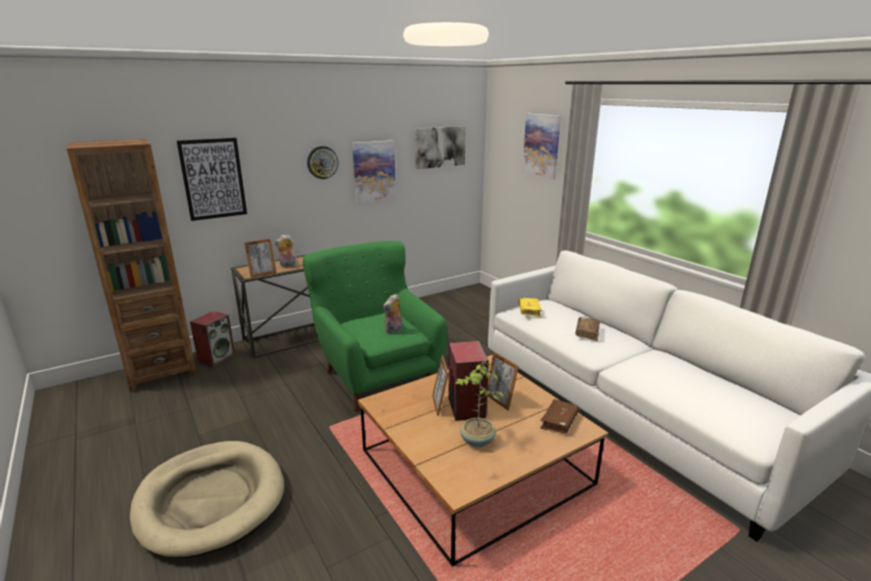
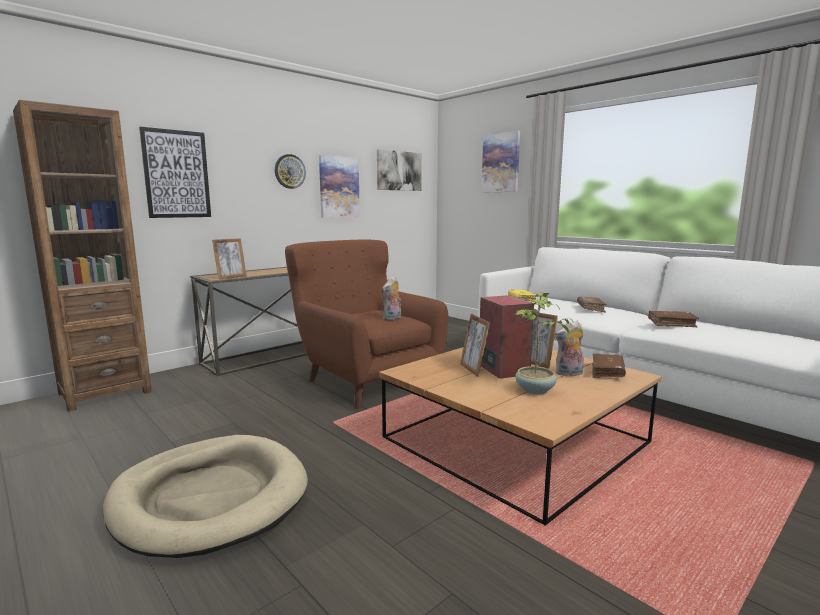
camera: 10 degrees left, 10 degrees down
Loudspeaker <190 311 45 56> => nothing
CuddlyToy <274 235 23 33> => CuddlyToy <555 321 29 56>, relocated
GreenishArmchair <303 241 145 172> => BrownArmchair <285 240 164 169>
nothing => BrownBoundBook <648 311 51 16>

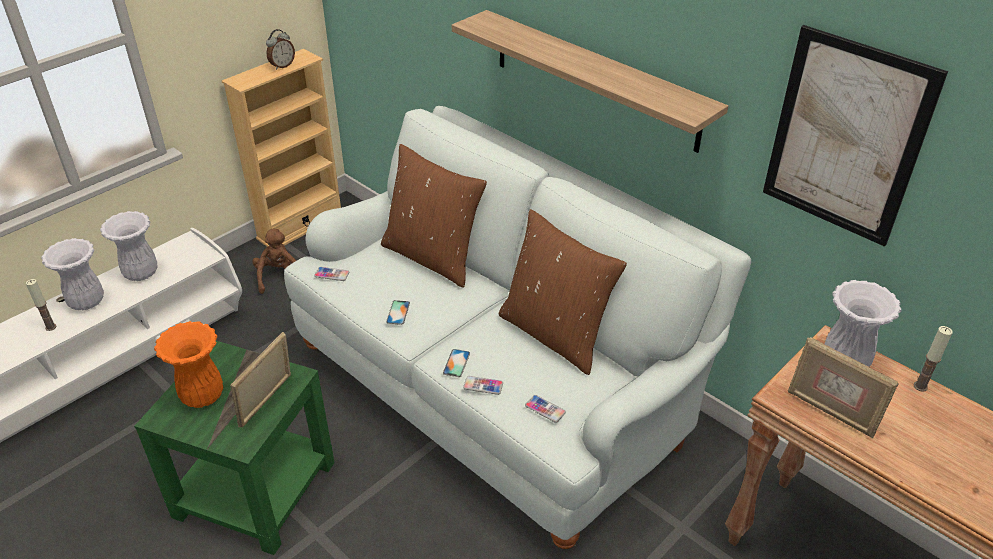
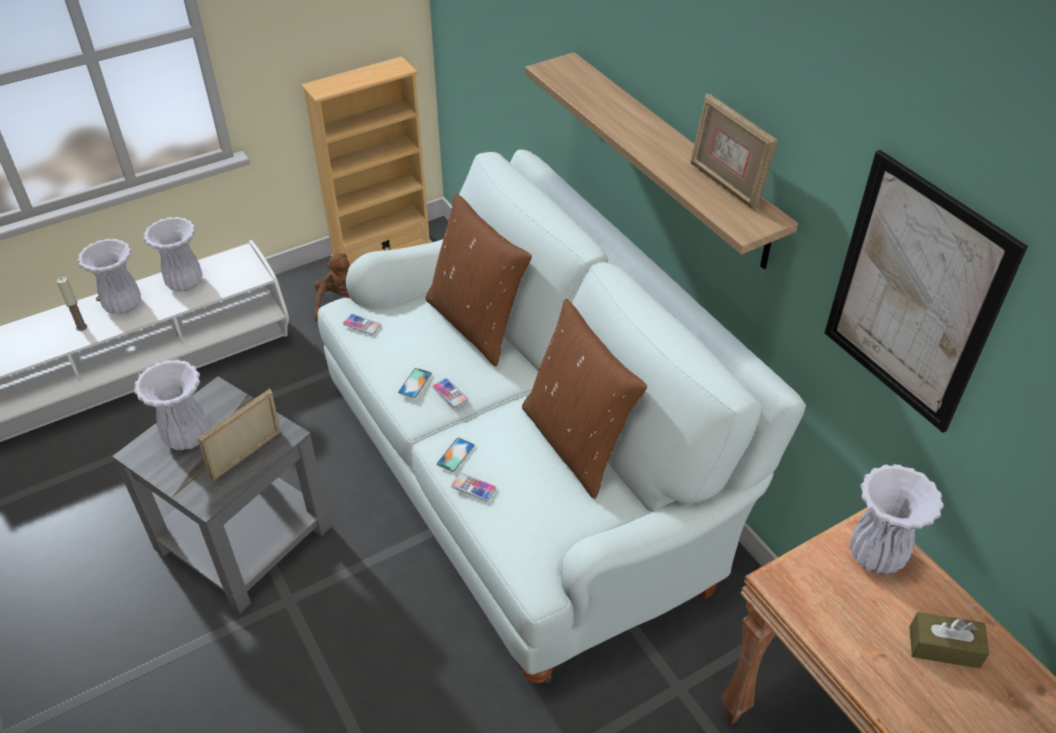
camera: 15 degrees right, 5 degrees up
GreenishEndTable <134 341 201 214> => GrayEndTable <112 377 219 236>
OrangeyDecorativeVase <154 321 69 87> => WhiteColouredDecorativeVase <134 360 75 91>
TableClock <266 29 29 41> => nothing
Handset <525 395 41 28> => Handset <432 378 36 30>, relocated
PhotoFrame <788 337 111 101> => PhotoFrame <690 93 88 118>, relocated
Candle <914 326 39 66> => nothing
nothing => BrownTissueBox <909 612 81 56>

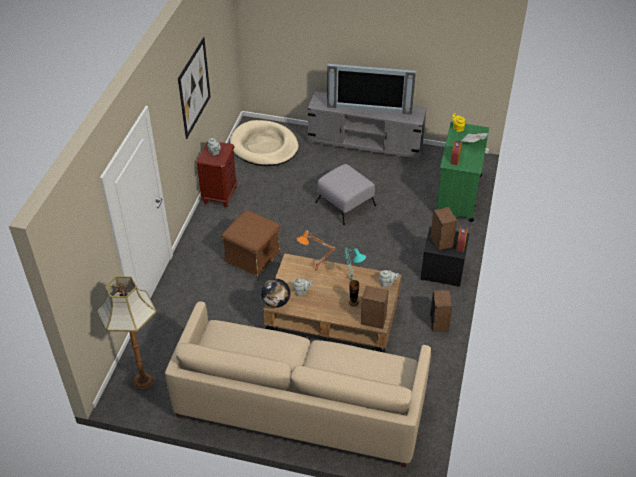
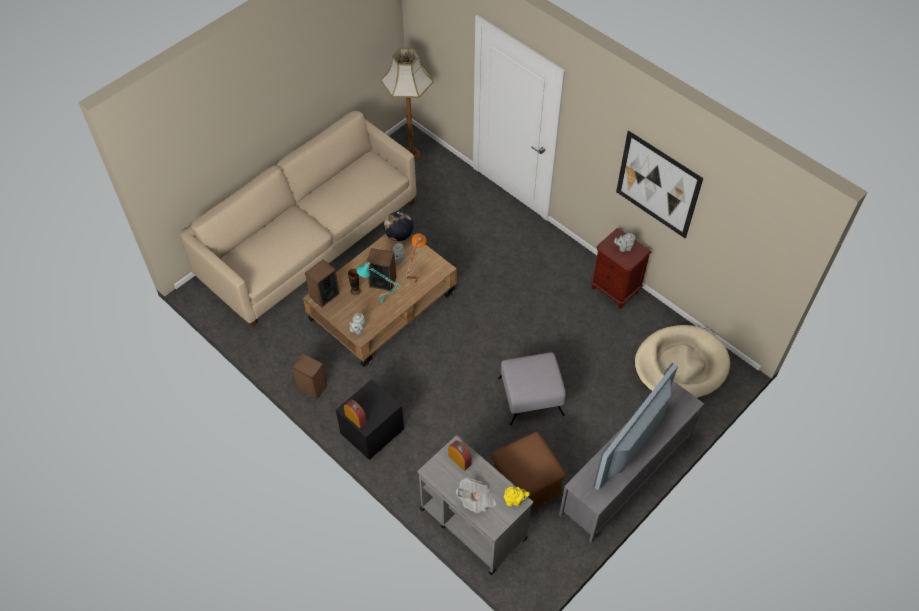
camera: 120 degrees right, 10 degrees up
BrownOttoman <221 210 59 67> => BrownOttoman <492 431 74 79>, relocated
Loudspeaker <430 207 27 43> => Loudspeaker <366 248 30 43>, relocated
GreenishWheeledCart <436 122 53 100> => GrayWheeledCart <418 435 115 140>

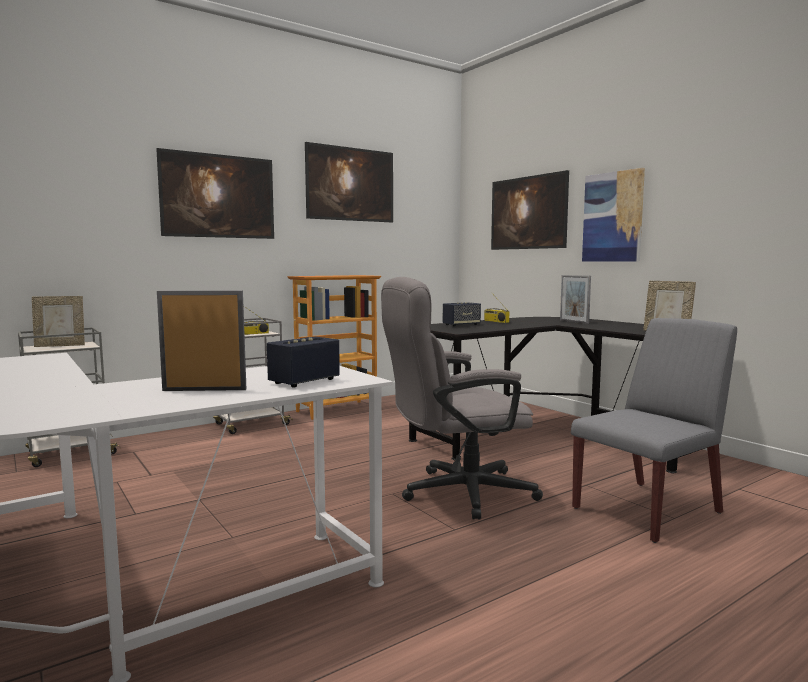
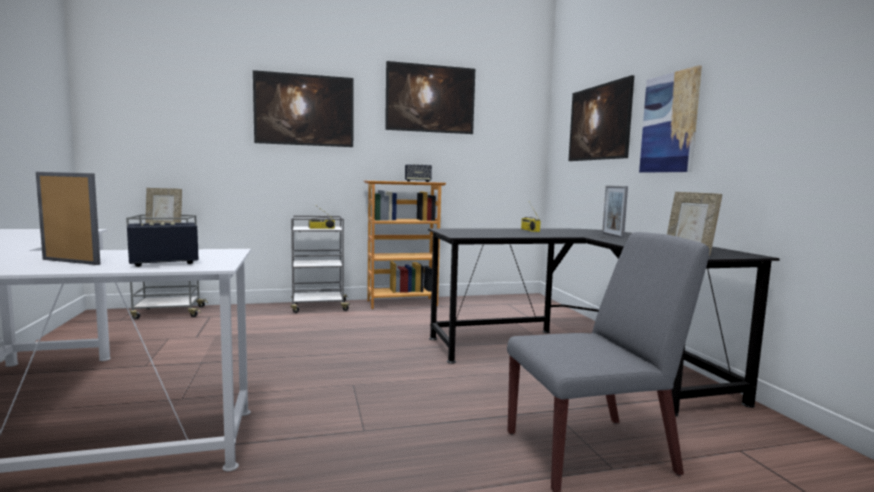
camera: 20 degrees right, 0 degrees up
GrayComputerChair <381 277 162 243> => nothing
Loudspeaker <443 302 38 24> => Loudspeaker <405 164 27 18>, relocated

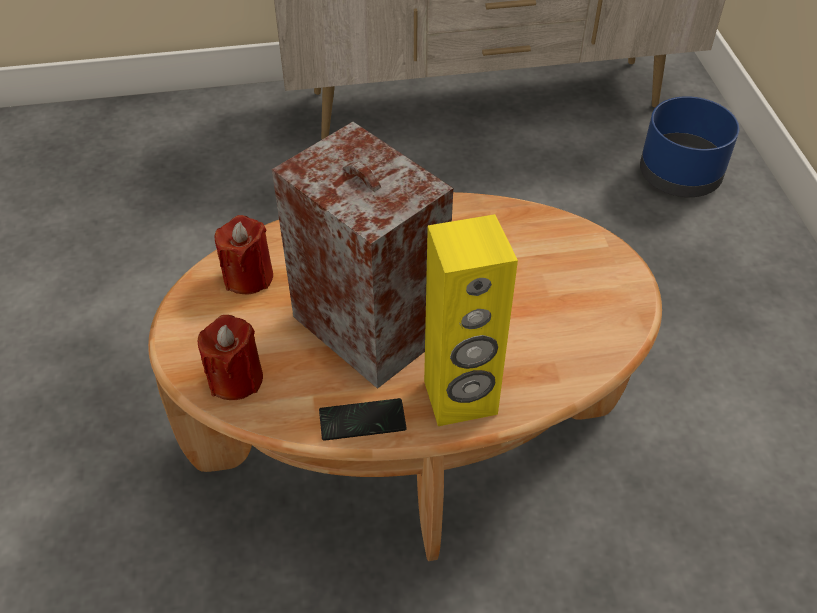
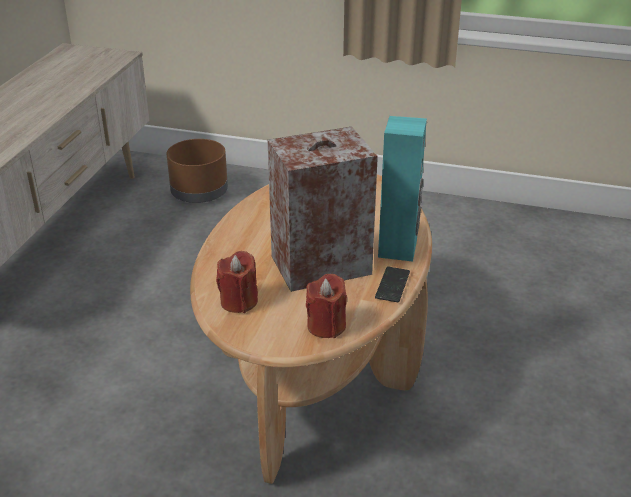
camera: 65 degrees left, 15 degrees down
YellowColouredLoudspeaker <424 214 94 212> => TurquoiseColouredLoudspeaker <378 116 49 146>
BluishFlowerPot <640 96 99 101> => BrownFlowerPot <167 139 61 64>

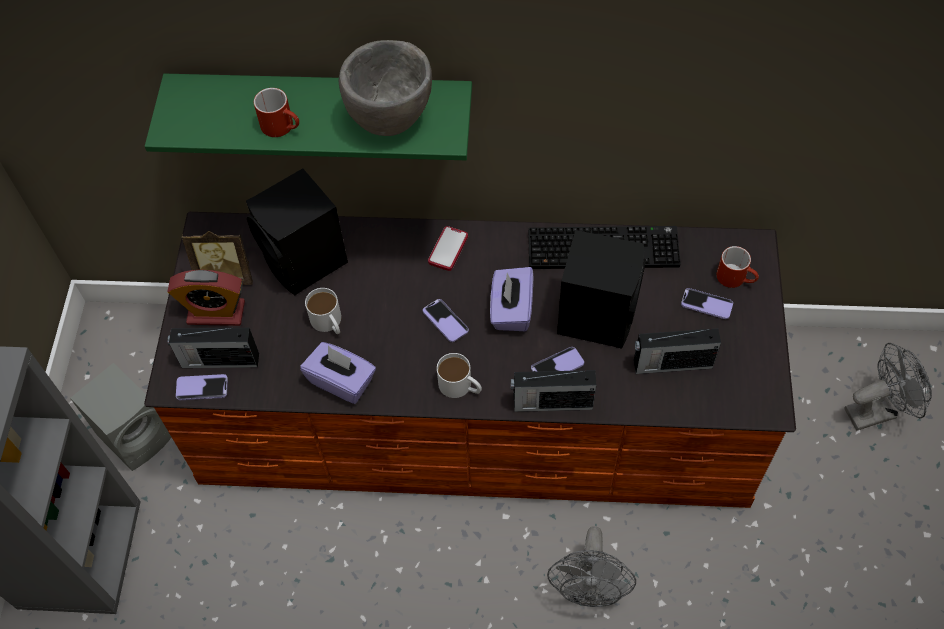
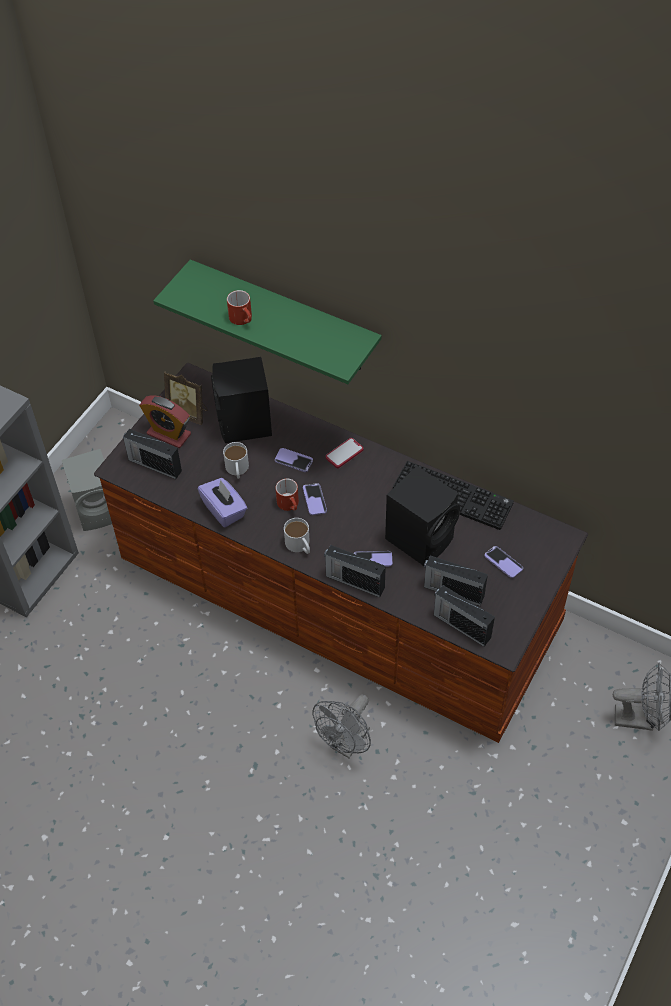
camera: 25 degrees right, 5 degrees down
Handset <176 374 52 26> => Handset <275 448 38 24>, relocated
GrayServingBowl <339 40 93 96> => nothing
PurpleColouredTissueBox <490 267 43 64> => nothing
RedMug <716 246 43 42> => RedMug <276 479 23 32>, relocated
nothing => RadioReceiver <434 585 61 62>

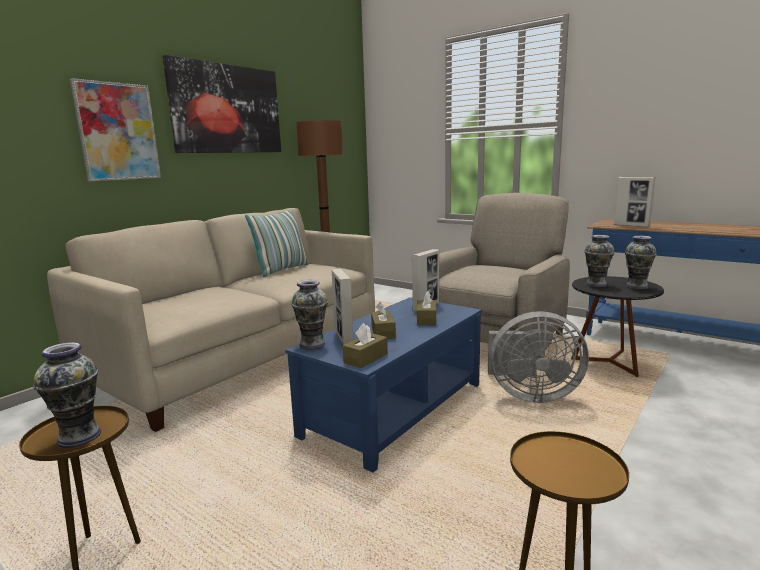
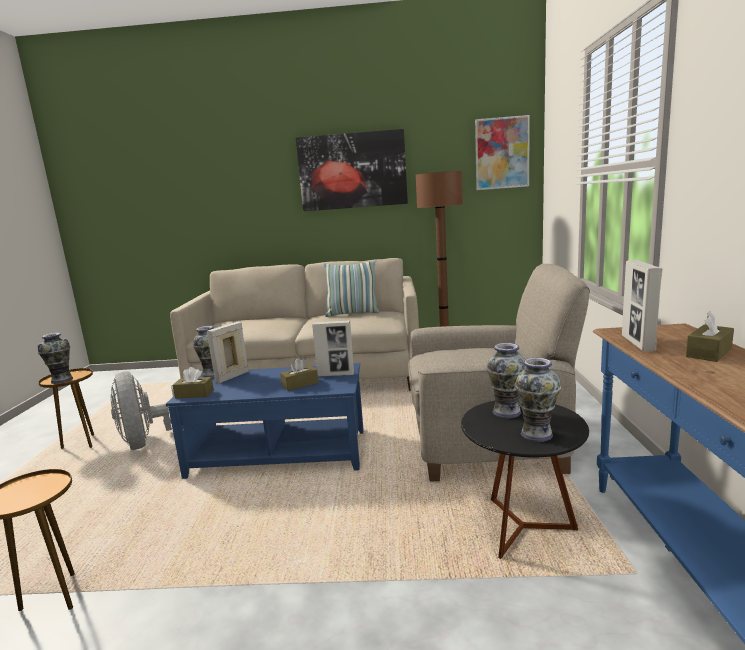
camera: 55 degrees right, 0 degrees up
Picture <70 78 91 104> => Picture <475 115 55 75>, relocated
BrownTissueBox <371 302 25 37> => BrownTissueBox <686 311 48 51>, relocated
GrayFan <488 311 101 92> => GrayFan <111 371 63 79>, relocated

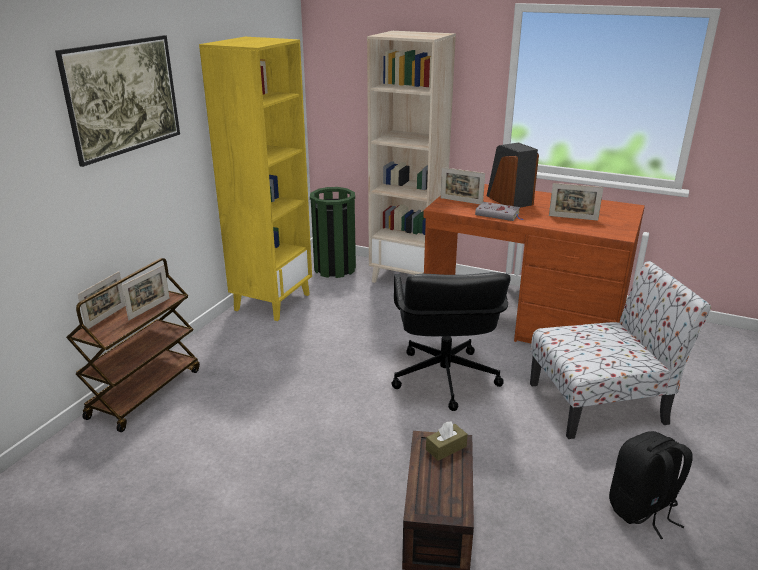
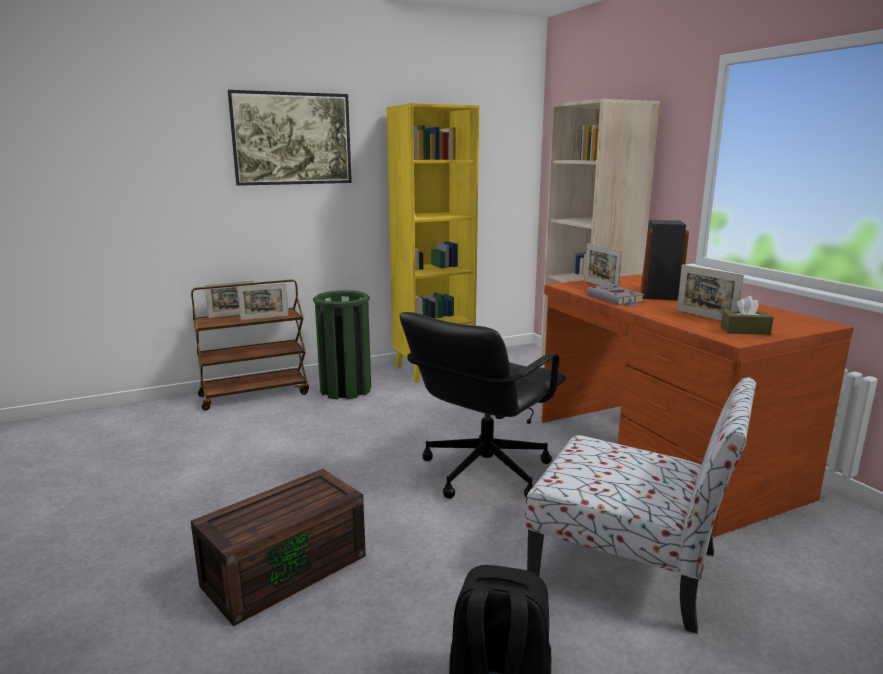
camera: 40 degrees right, 10 degrees down
GreenishRubbishBin <310 187 46 91> => GreenishRubbishBin <313 290 58 109>, relocated
BrownTissueBox <426 421 42 40> => BrownTissueBox <721 296 53 39>, relocated

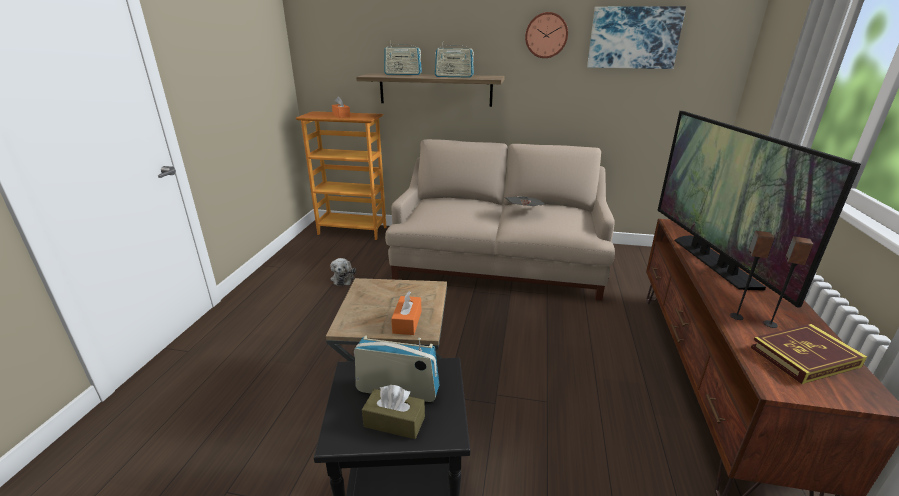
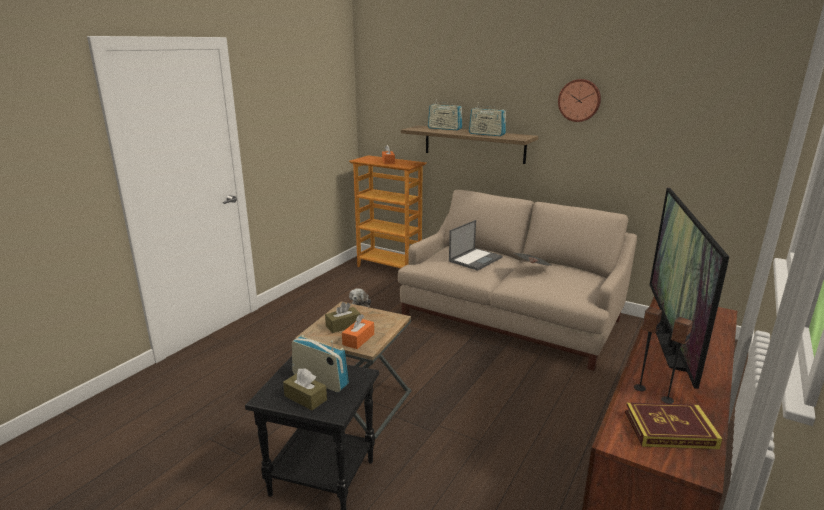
camera: 20 degrees right, 5 degrees down
Picture <587 6 99 63> => nothing
nothing => BrownTissueBox <325 302 36 31>
nothing => NotebookComputer <449 220 54 51>

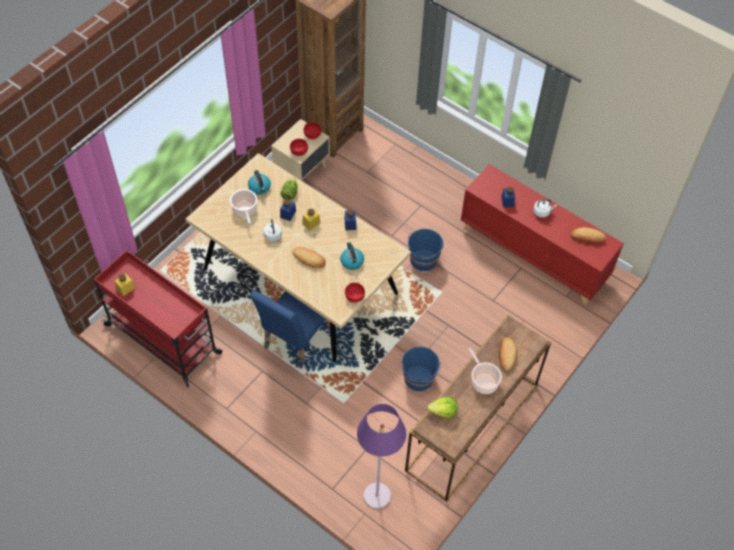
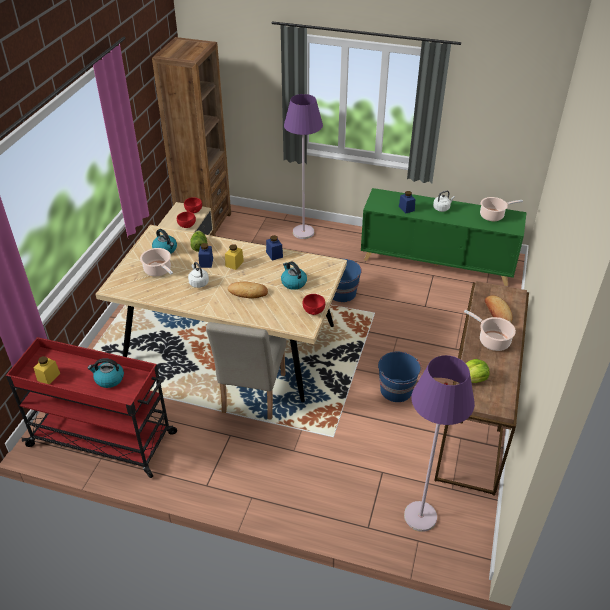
camera: 20 degrees left, 15 degrees down
BluishUprightChair <250 290 80 79> => BeigeUprightChair <206 322 80 98>
RedCupboard <461 164 163 140> => GreenishCupboard <361 188 166 98>
BakeryBread <571 227 35 17> => CookingPot <480 197 43 24>
nothing => WaterKettle <88 358 36 30>
nothing => PurpleColouredStandingLamp <284 94 39 145>

